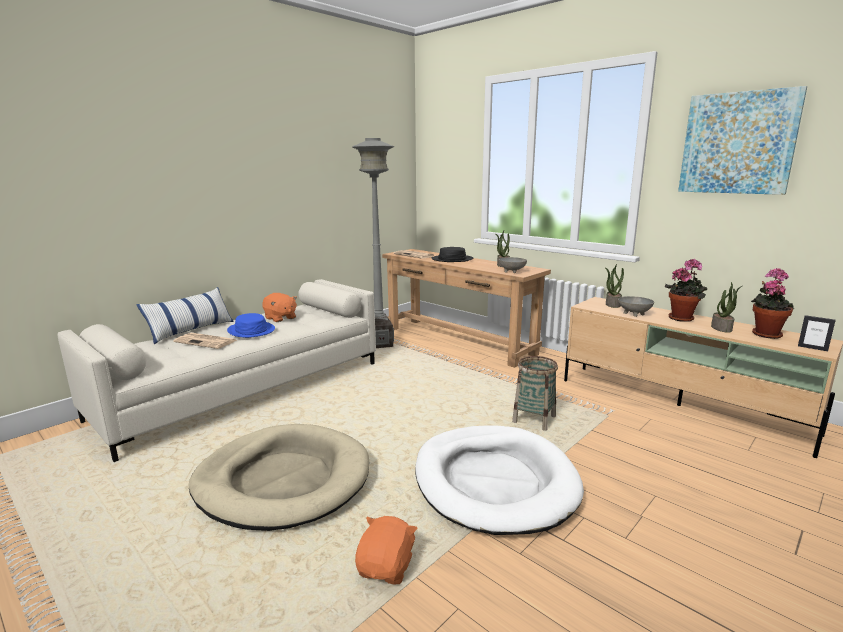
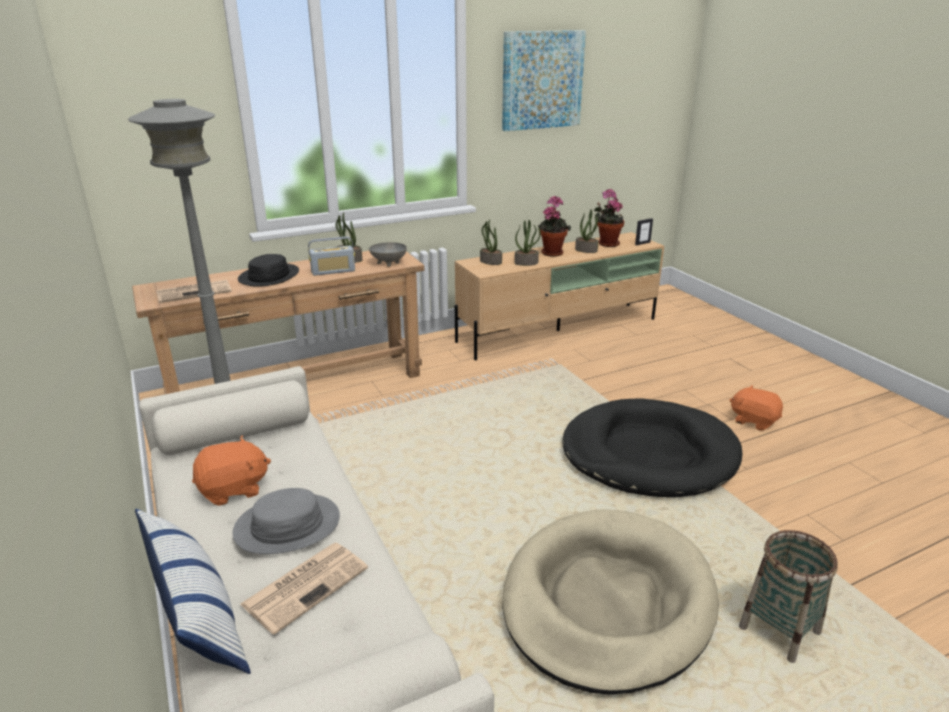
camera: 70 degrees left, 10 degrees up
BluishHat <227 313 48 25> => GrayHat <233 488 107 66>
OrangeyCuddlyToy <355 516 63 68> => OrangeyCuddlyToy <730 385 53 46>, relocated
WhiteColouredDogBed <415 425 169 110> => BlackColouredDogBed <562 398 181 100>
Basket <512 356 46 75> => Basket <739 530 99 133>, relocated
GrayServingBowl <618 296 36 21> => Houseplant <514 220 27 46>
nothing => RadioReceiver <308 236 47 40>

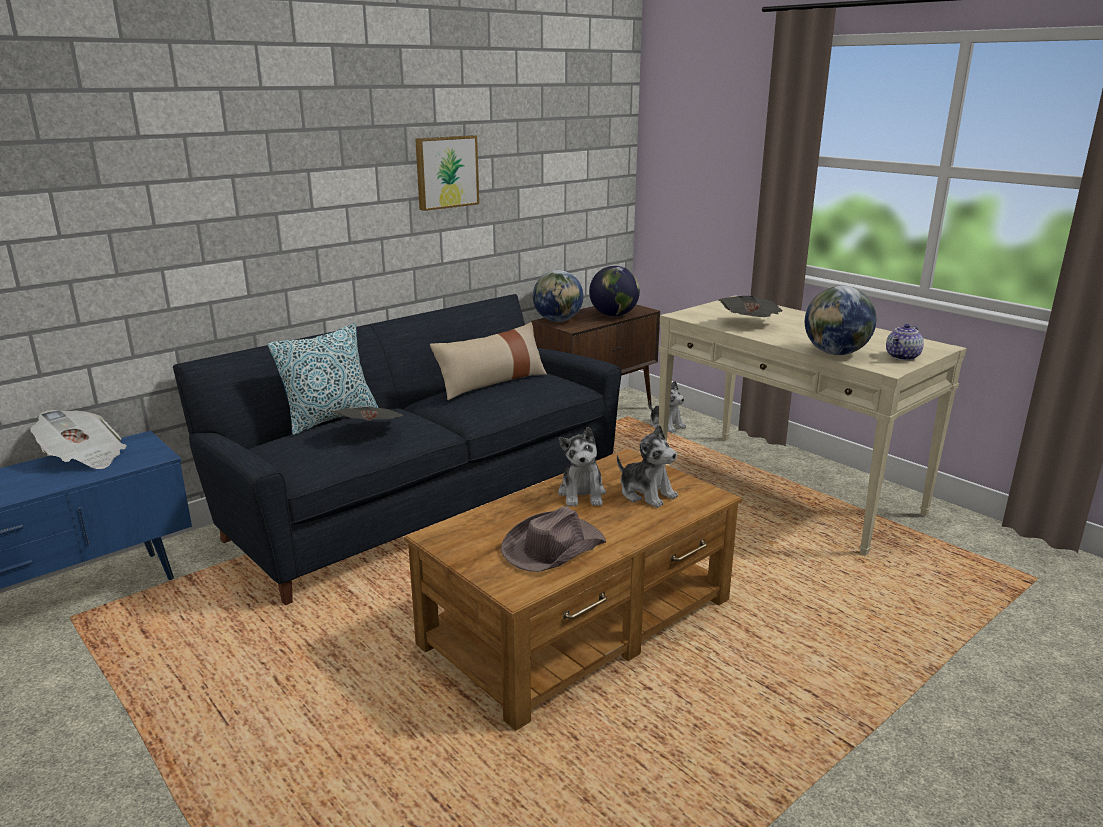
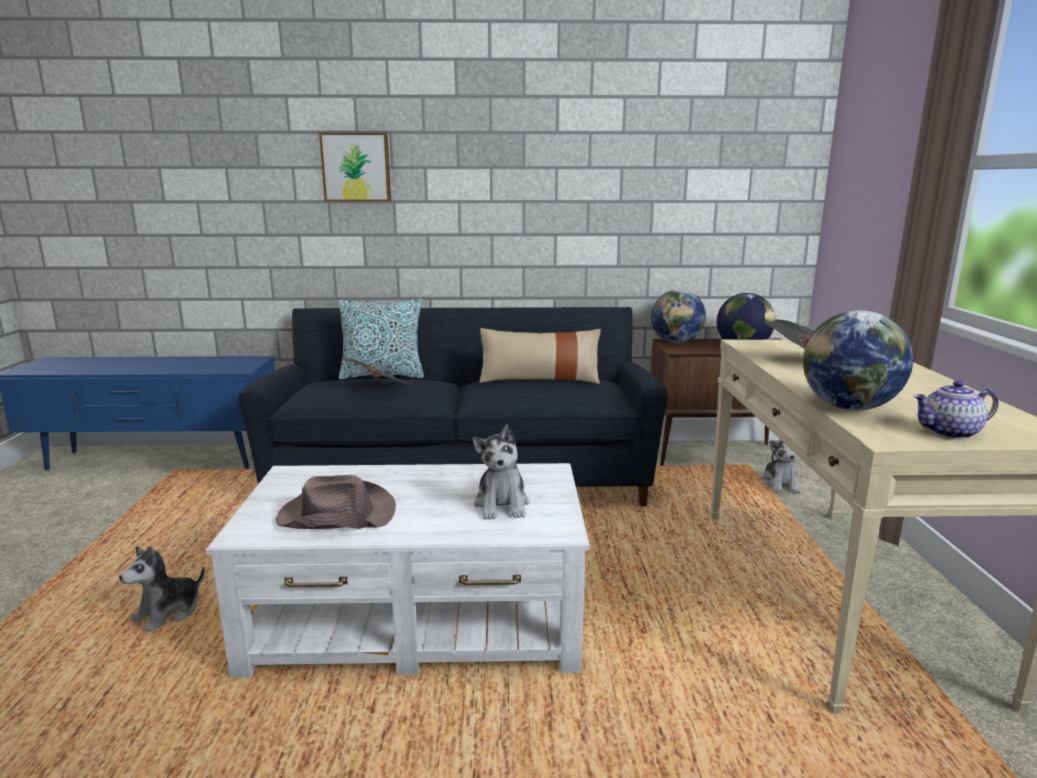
camera: 40 degrees right, 5 degrees down
PrintedPaper <31 410 95 59> => nothing
BrownCoffeeTable <404 449 338 282> => WhiteColouredCoffeeTable <206 463 384 215>
Picture <415 135 64 76> => Picture <319 132 72 70>, relocated
CuddlyToy <558 427 48 80> => CuddlyToy <119 546 86 86>, relocated

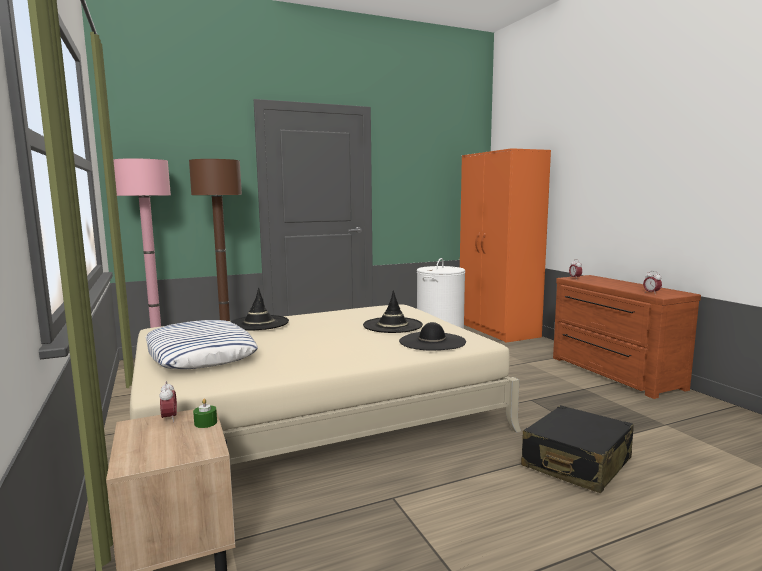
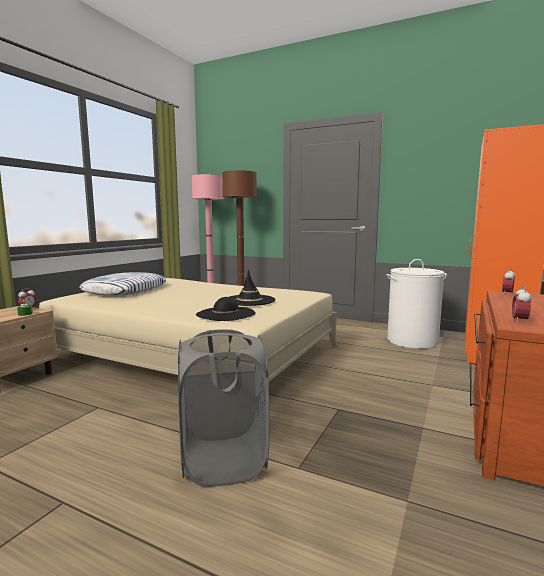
camera: 50 degrees right, 0 degrees up
BlackColouredHat <230 288 59 42> => nothing
BlackColouredPieceOfLuggage <521 405 113 88> => GrayLaundryBasket <178 329 91 158>

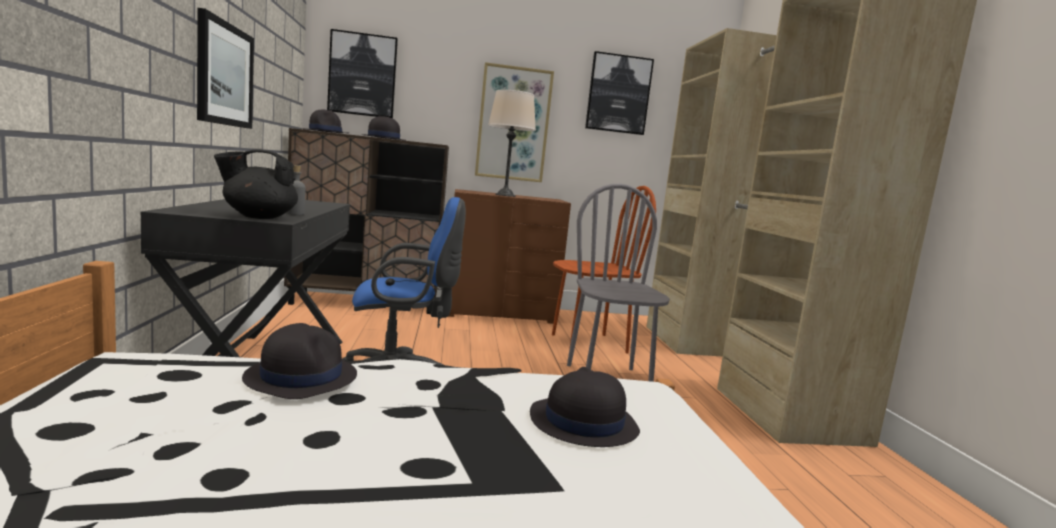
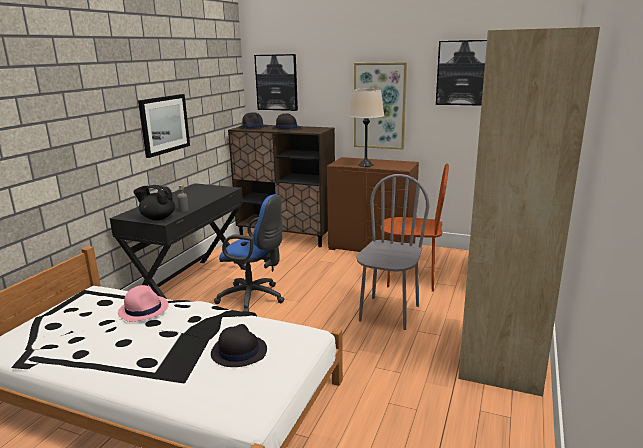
camera: 30 degrees right, 10 degrees up
BlackColouredHat <242 323 115 76> => PinkHat <118 285 51 37>

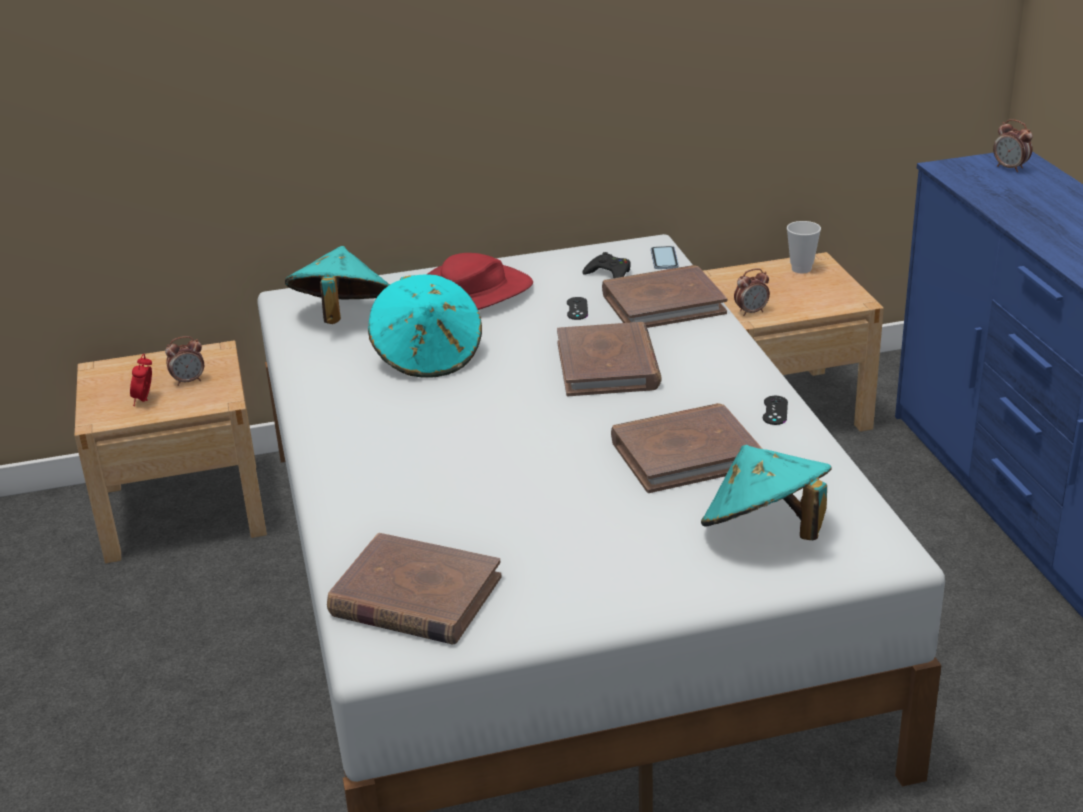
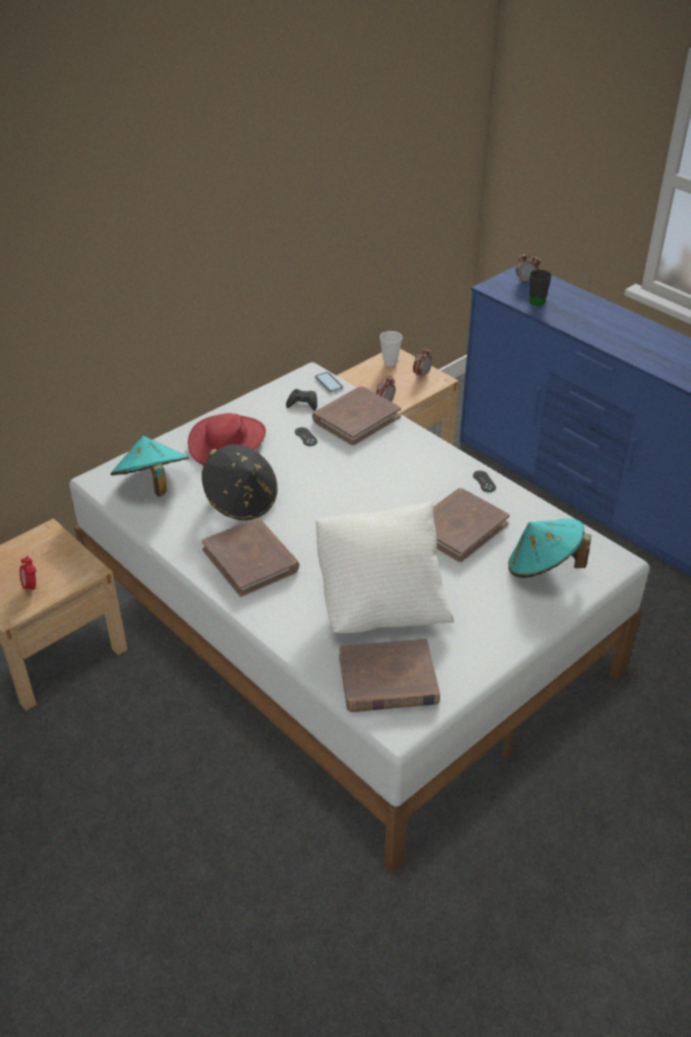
camera: 30 degrees left, 10 degrees up
TableClock <165 336 39 50> => TableClock <413 347 19 32>, relocated
TurquoiseColouredHat <368 275 114 103> => BlackColouredHat <202 444 76 77>
BrownBoundBook <557 322 104 74> => BrownBoundBook <202 518 97 79>, relocated
nothing => WhiteColouredCushion <316 500 138 133>
nothing => BlackColouredMug <529 270 23 36>

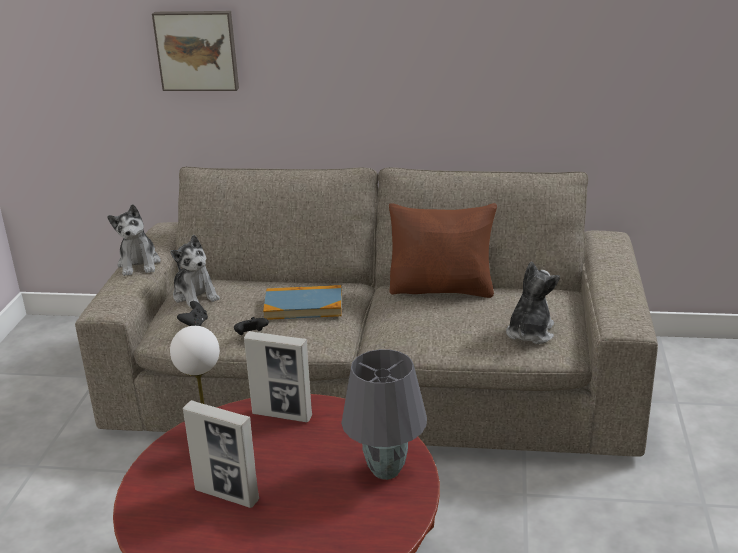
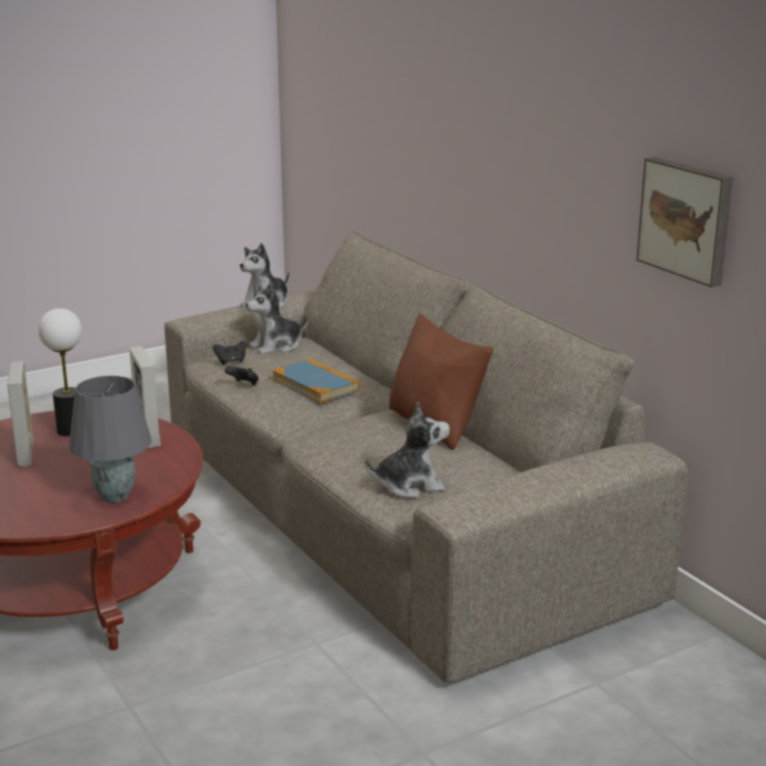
camera: 50 degrees right, 5 degrees down
Picture <152 11 87 80> => Picture <636 157 97 131>, relocated
CuddlyToy <170 235 50 74> => CuddlyToy <246 283 62 71>, 45 degrees clockwise

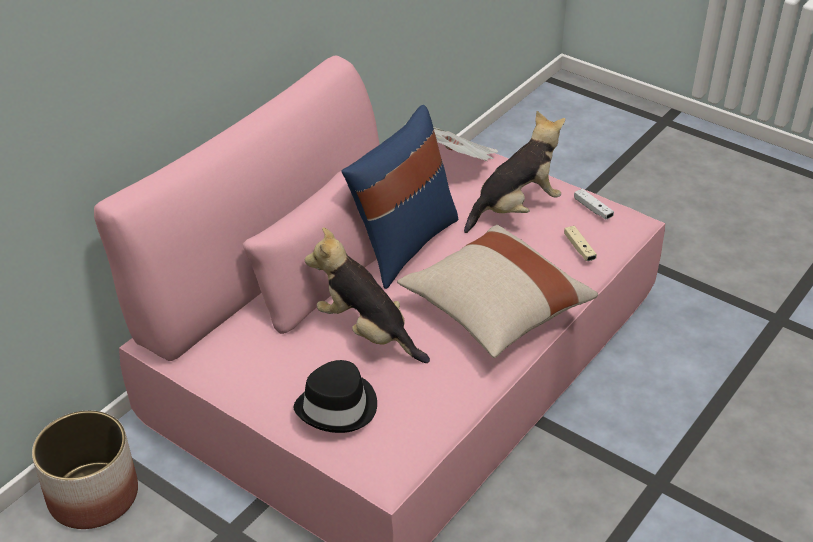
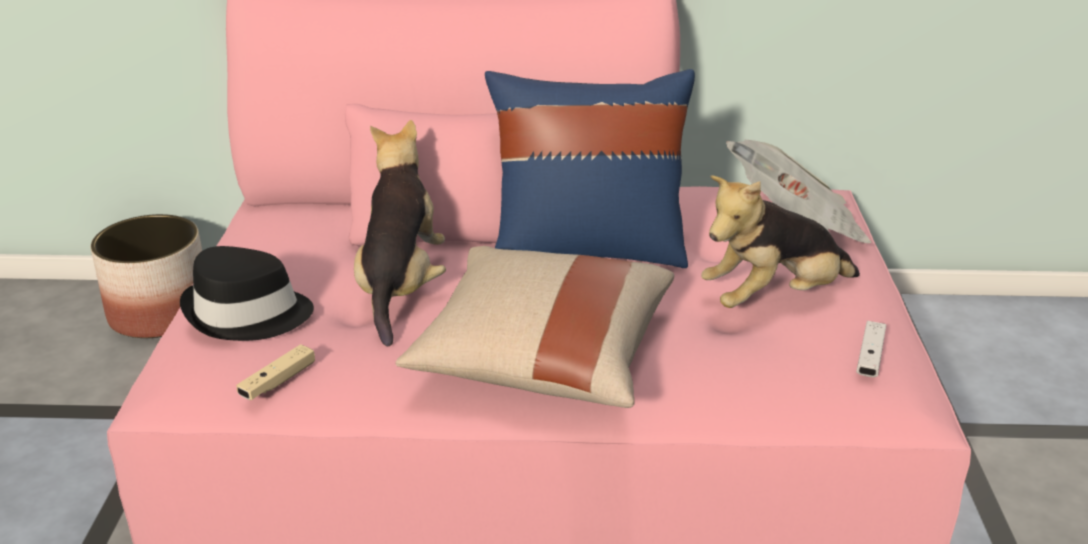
camera: 55 degrees right, 10 degrees down
CuddlyToy <464 111 101 122> => CuddlyToy <701 175 159 133>, 135 degrees clockwise
BeigeJoypad <564 226 33 35> => BeigeJoypad <236 344 79 56>, relocated

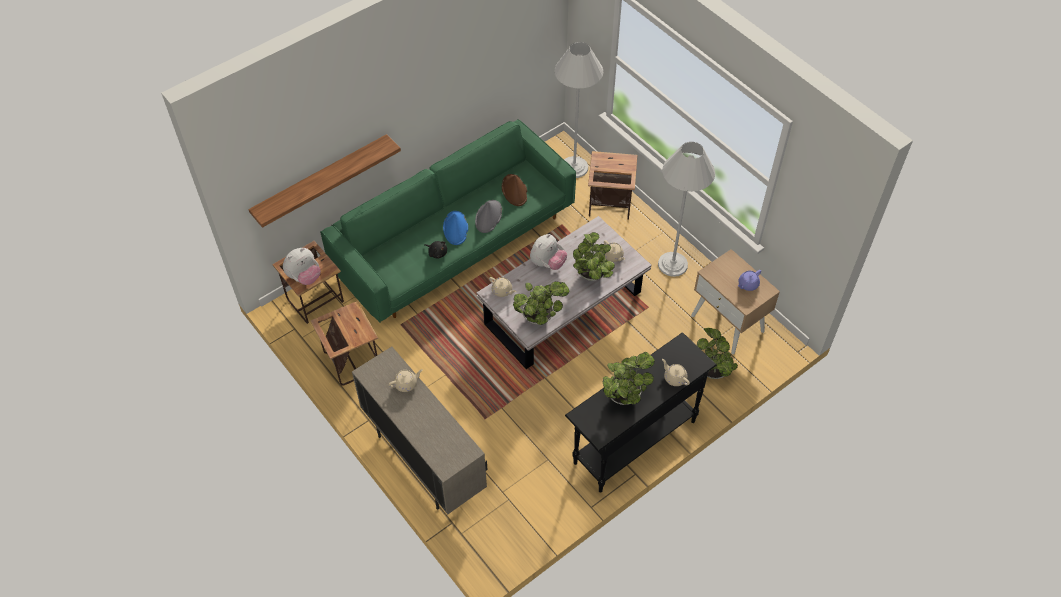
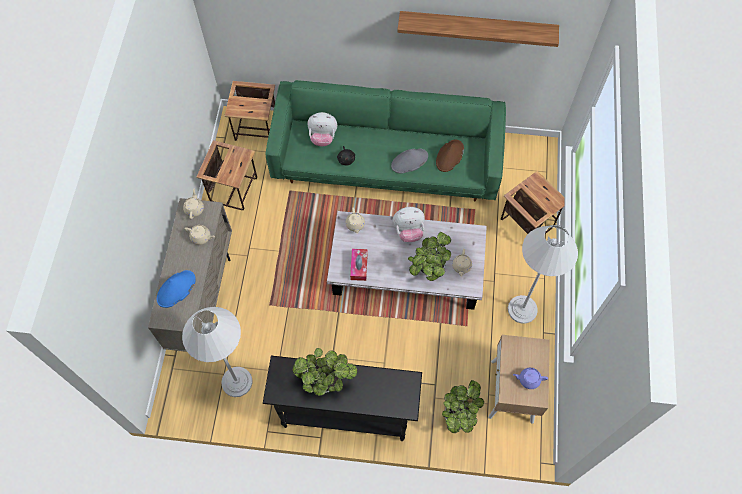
camera: 45 degrees right, 10 degrees up
BracketShelf <248 134 153 94> => BracketShelf <397 11 162 36>, relocated
CuddlyToy <283 248 38 37> => CuddlyToy <308 112 29 34>, relocated
BluishHat <443 211 25 34> => BluishHat <157 270 39 38>, relocated
Houseplant <513 281 57 44> => TissueBox <350 249 18 32>
WhiteColouredStandingLamp <554 42 49 136> => WhiteColouredStandingLamp <182 307 71 90>, relocated
BeigePotForTea <662 359 28 27> => BeigePotForTea <183 189 21 31>, relocated

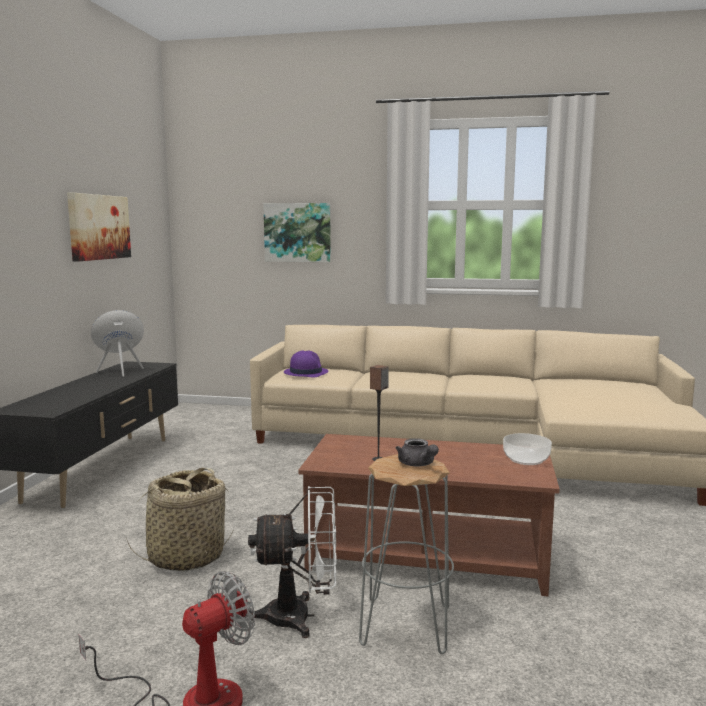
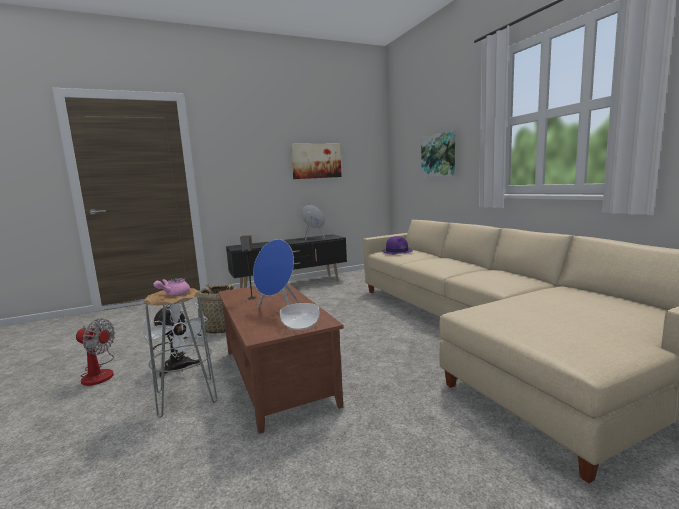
camera: 55 degrees right, 0 degrees up
GrayPotForTea <396 438 43 28> => PinkPotForTea <154 278 36 18>
nothing => BluishLoudspeaker <253 239 46 69>

